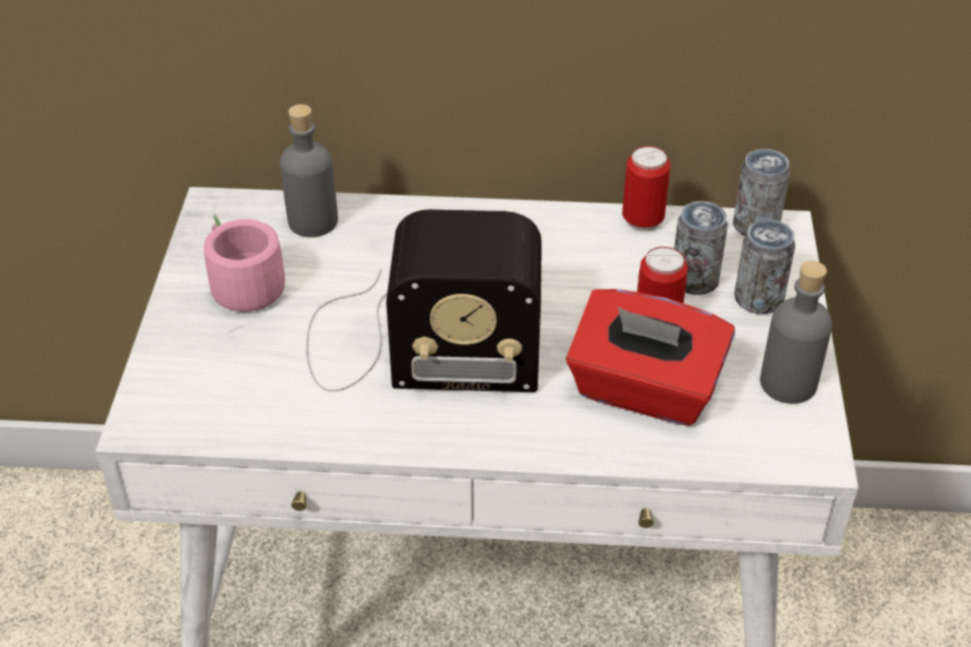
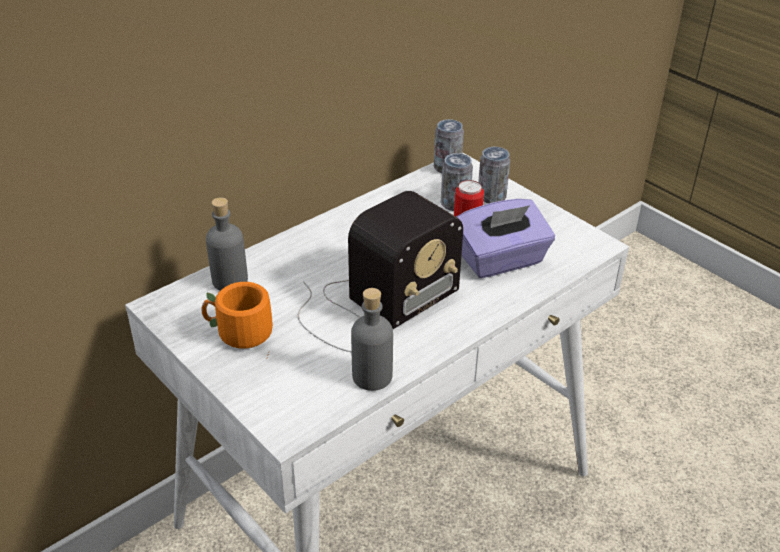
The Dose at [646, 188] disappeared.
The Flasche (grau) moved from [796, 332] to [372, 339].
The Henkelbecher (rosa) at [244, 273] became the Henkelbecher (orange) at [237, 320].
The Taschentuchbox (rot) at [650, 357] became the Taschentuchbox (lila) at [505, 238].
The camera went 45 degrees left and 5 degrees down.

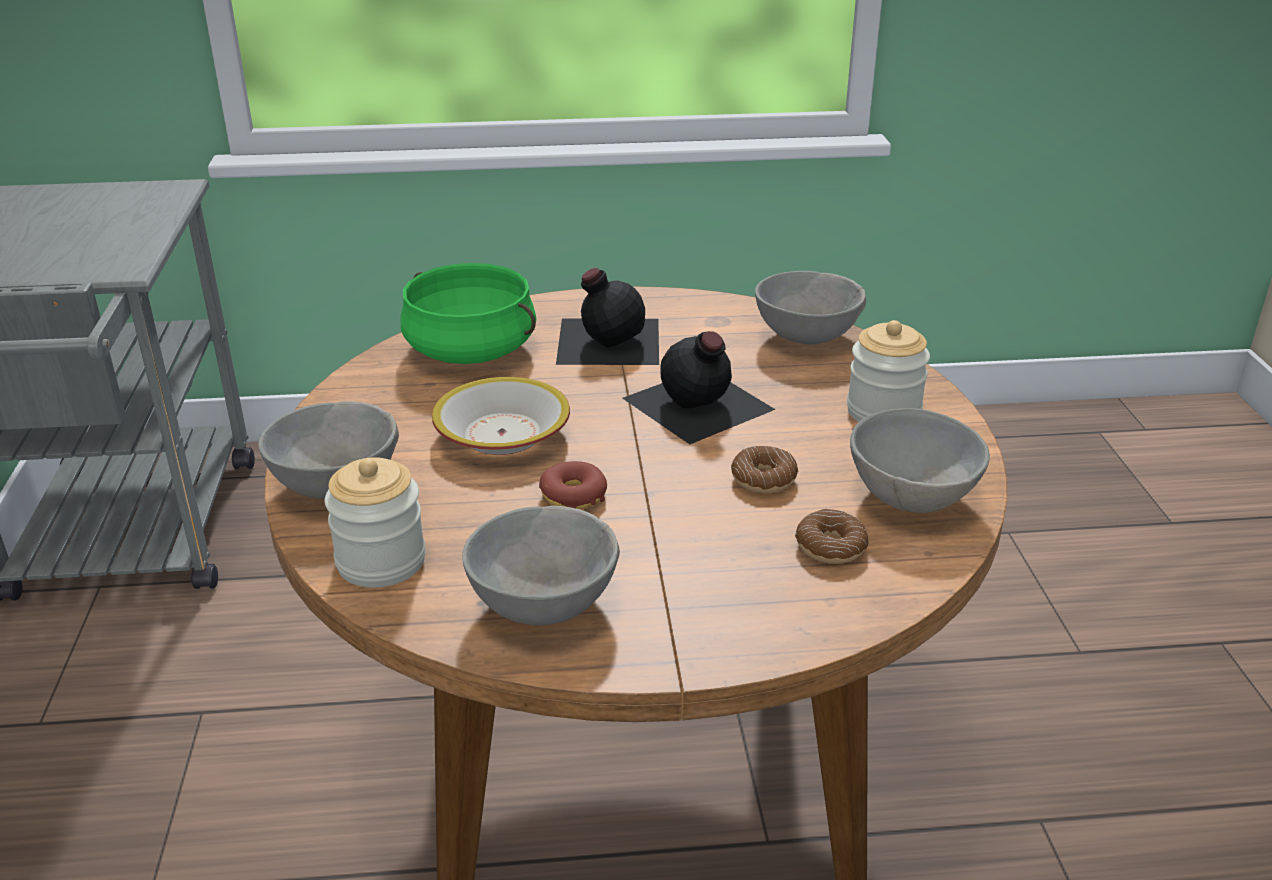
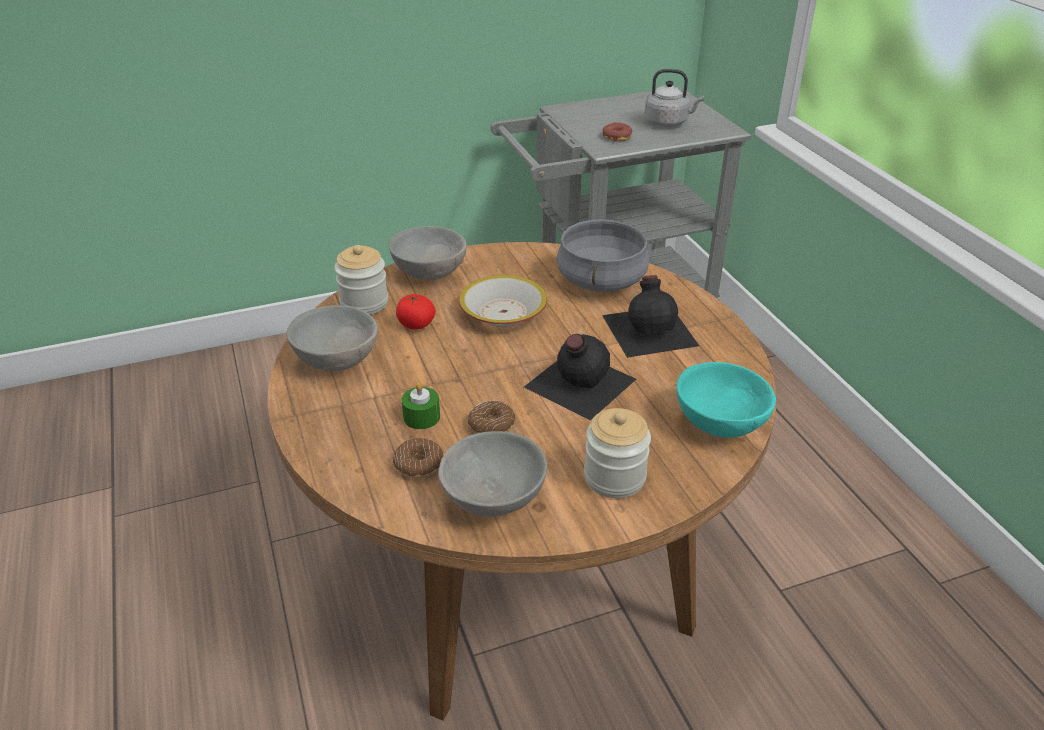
The Tomate at [415, 312] appeared.
The Kerze (grün) at [421, 405] appeared.
The Wasserkessel (grau) at [674, 98] appeared.
The Donut moved from [573, 485] to [617, 132].
The Kochtopf (grün) at [468, 313] became the Kochtopf (grau) at [602, 255].
The Schüssel (grau) at [810, 307] became the Schüssel (türkis) at [726, 400].
The camera went 75 degrees right and 5 degrees up.

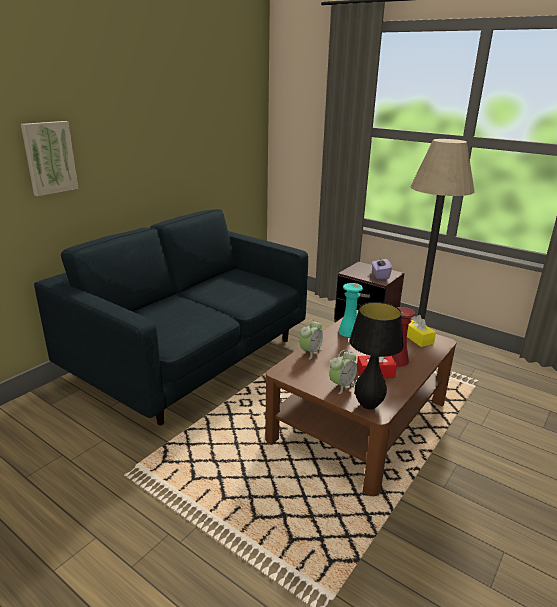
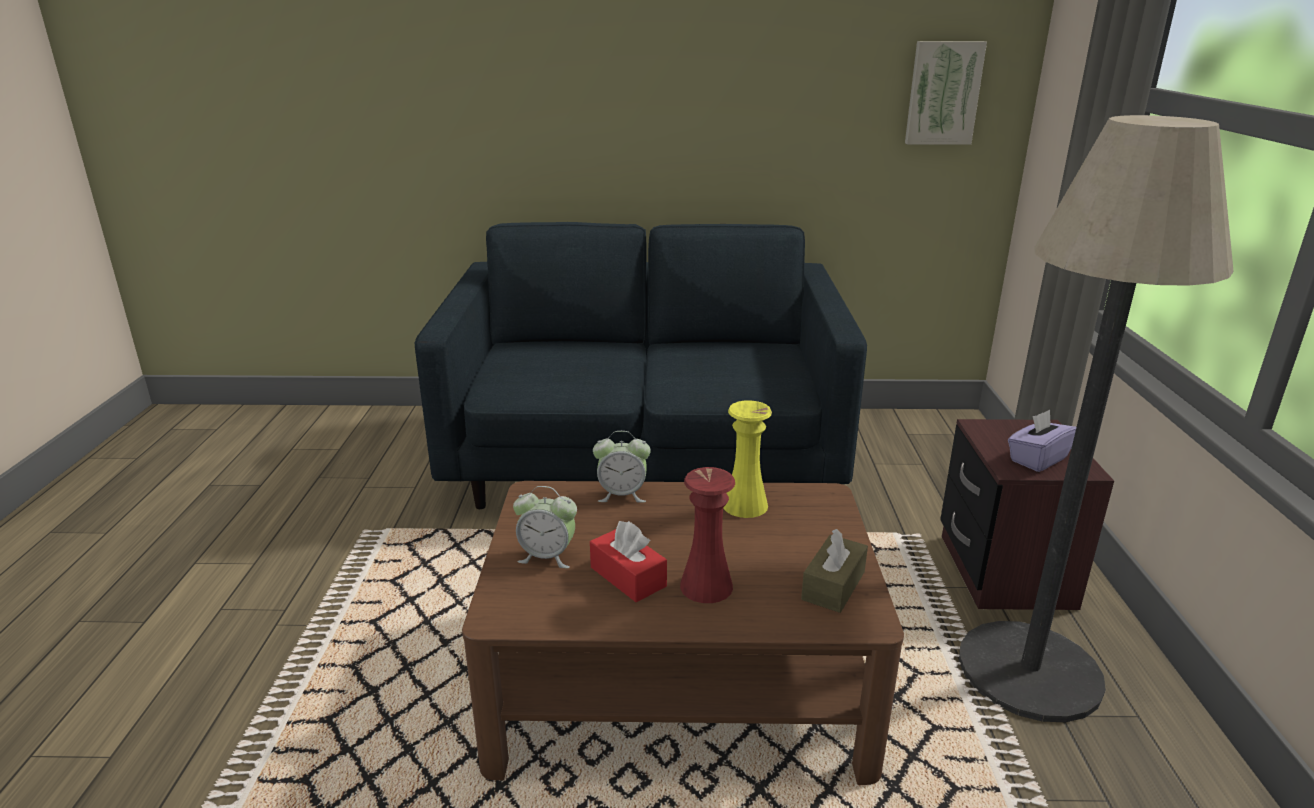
The Tischlampe (schwarz) at [376, 356] disappeared.
The Bild moved from [49, 158] to [946, 93].
The Vase (türkis) at [350, 310] became the Vase (gelb) at [747, 459].
The Taschentuchbox (gelb) at [421, 331] became the Taschentuchbox (braun) at [834, 571].
The camera went 55 degrees right and 0 degrees up.

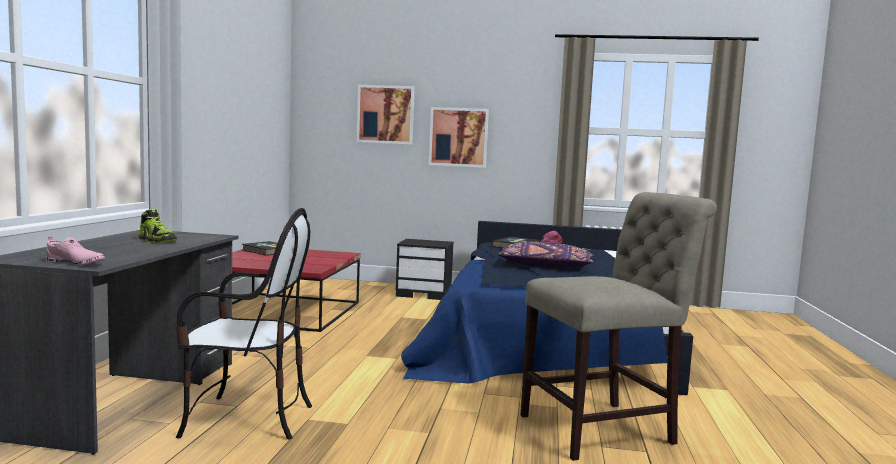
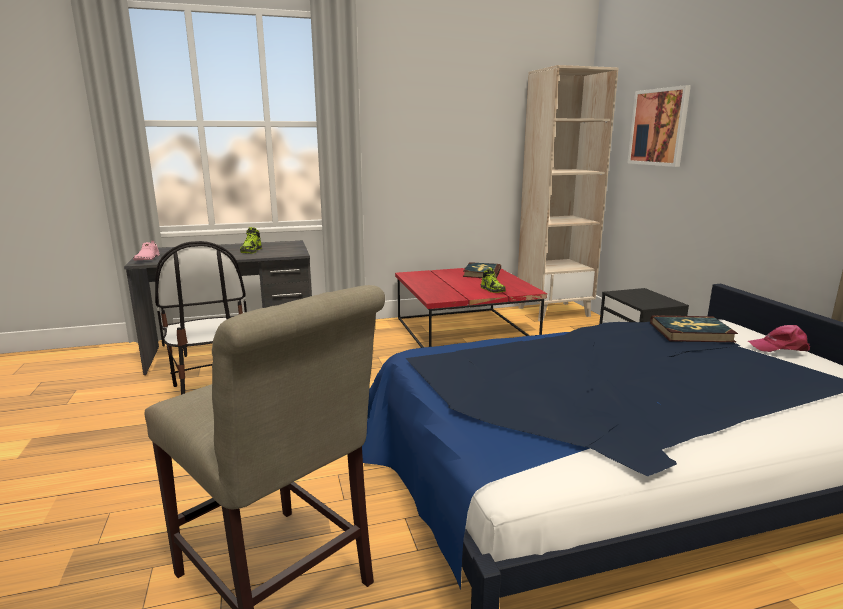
The Bild at [459, 137] disappeared.
The Kissen (lila) at [546, 254] disappeared.
The Schuh at [493, 280] appeared.
The Bücherregal (beige) at [568, 193] appeared.
The camera went 65 degrees right and 10 degrees up.

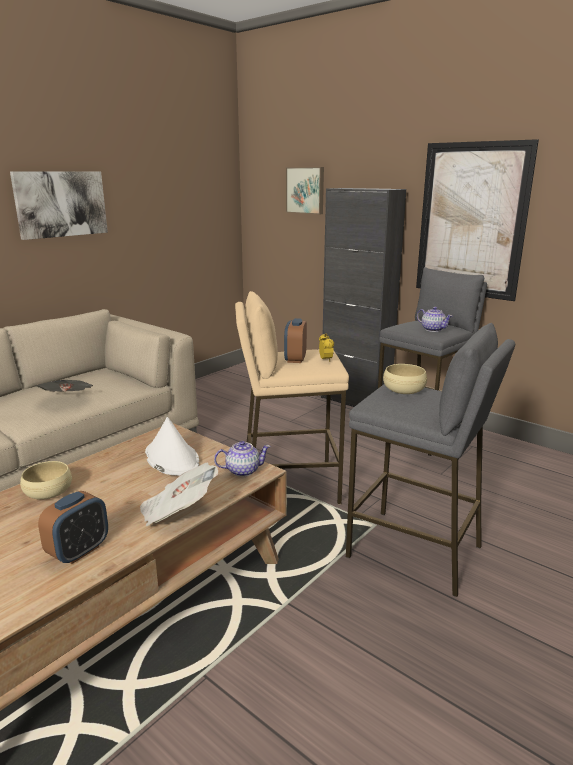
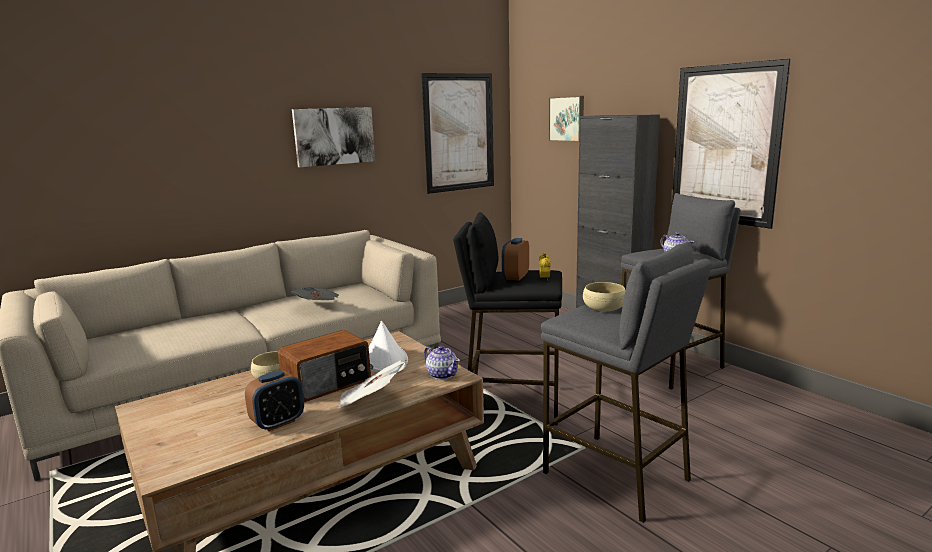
The Radio at [324, 366] appeared.
The Bild at [457, 133] appeared.
The Hocker (beige) at [292, 397] became the Hocker (schwarz) at [507, 318].
The Teekanne at [242, 459] turned 45 degrees clockwise.
The camera went 15 degrees right and 5 degrees down.

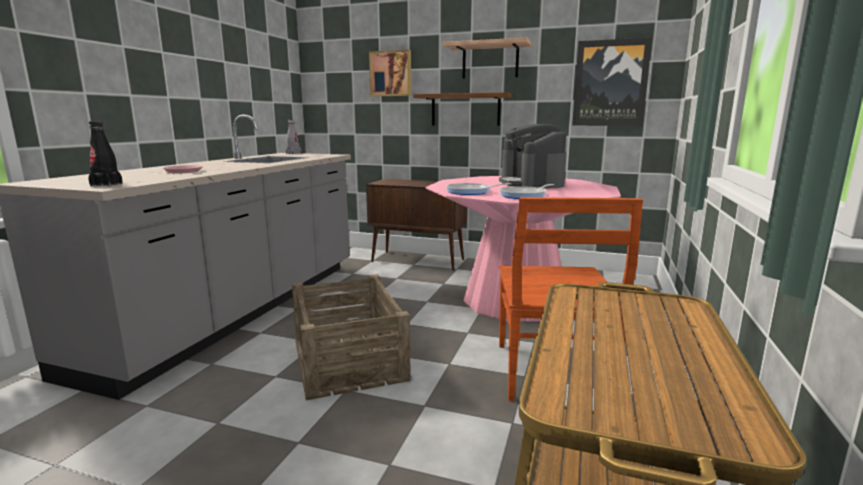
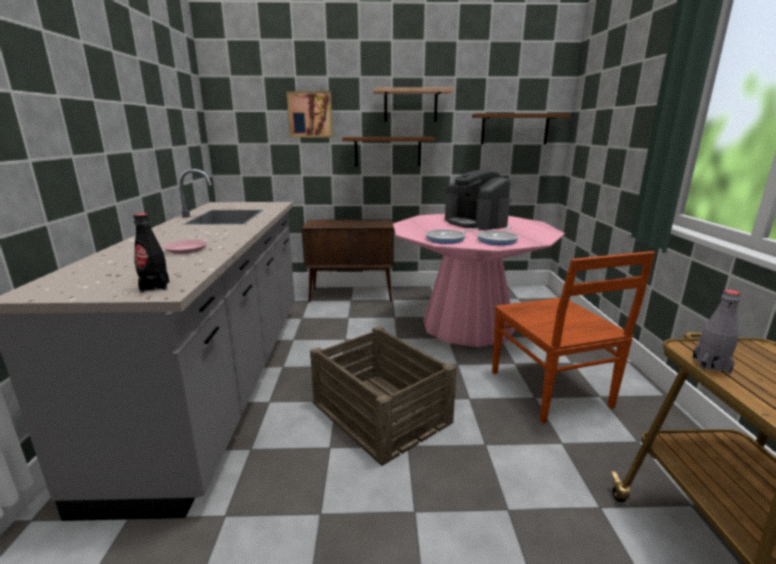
The Flasche (grau) moved from [293, 137] to [716, 332].
The Bild at [612, 82] was replaced by the Wandregal (braun) at [521, 128].
The camera went 20 degrees left and 5 degrees up.

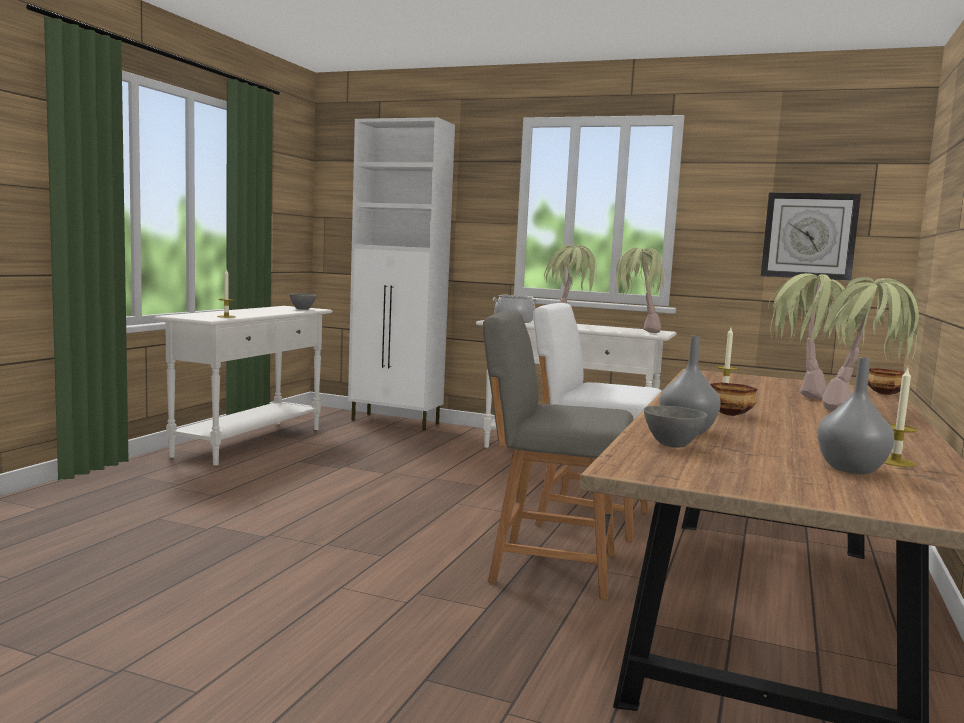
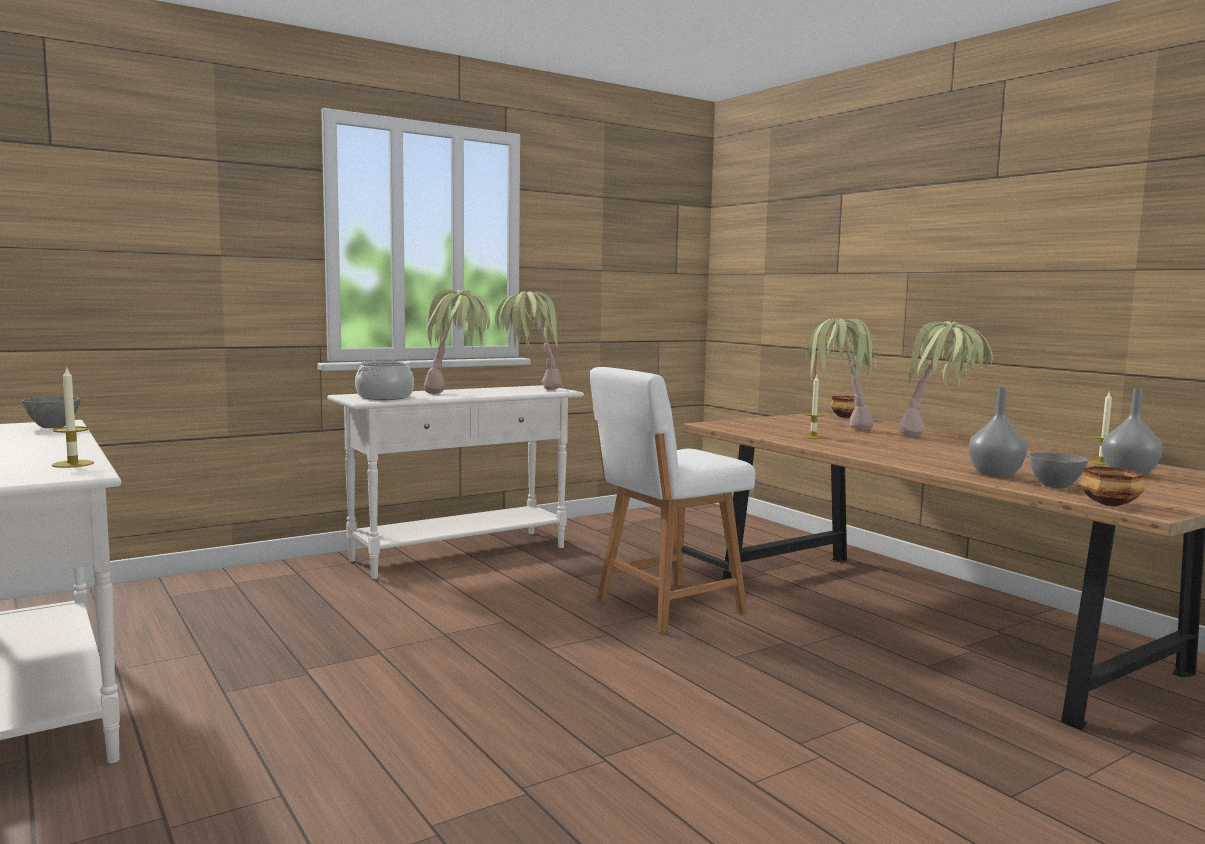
The Schrank (weiß) at [401, 273] disappeared.
The Stuhl (grau) at [558, 455] disappeared.
The Wanduhr at [811, 236] disappeared.
The Schüssel moved from [733, 399] to [1112, 486].
The camera went 55 degrees left and 0 degrees up.

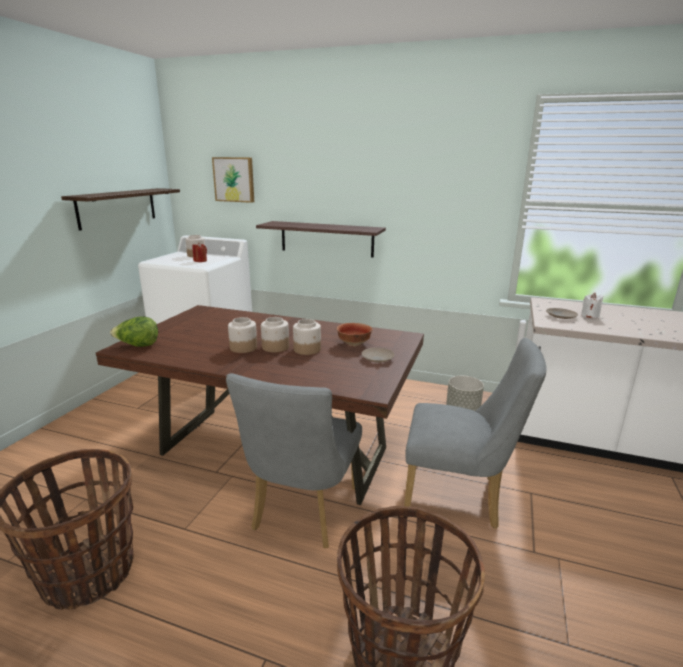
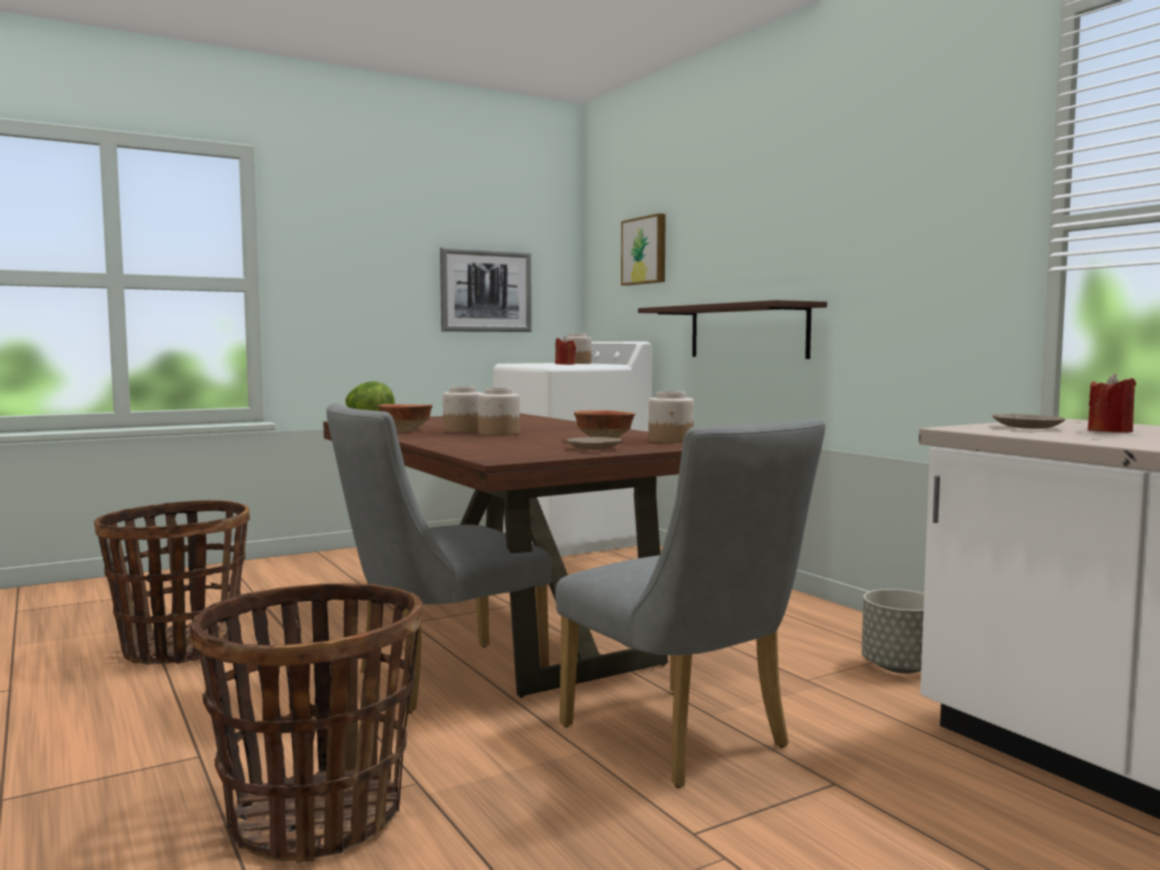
The Schüssel at [405, 418] appeared.
The Vorratsglas moved from [307, 337] to [671, 417].
The Wandregal at [120, 209] was replaced by the Bild at [486, 289].
The Kerze (weiß) at [592, 305] became the Kerze (rot) at [1112, 403].
The camera went 40 degrees right and 15 degrees down.

